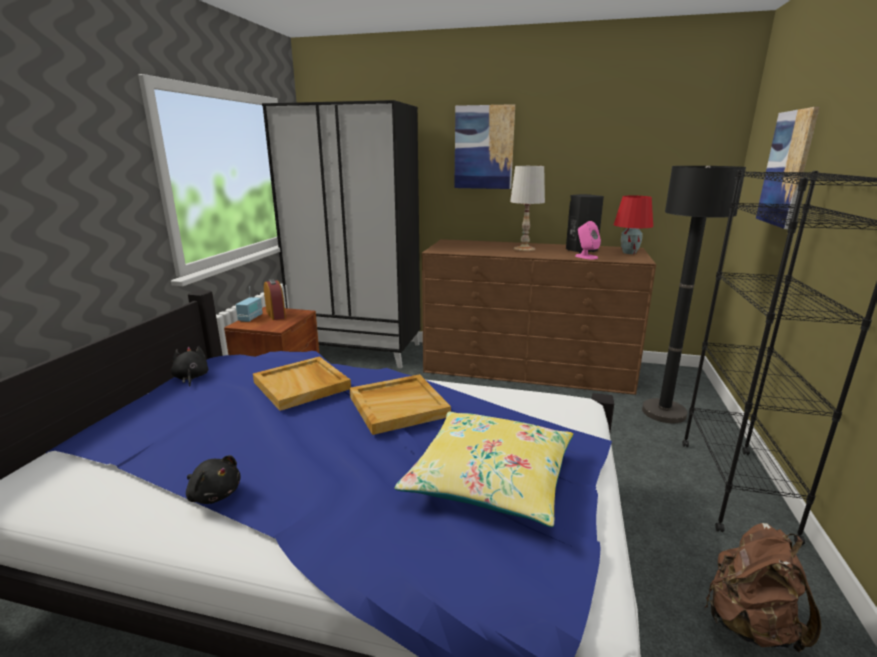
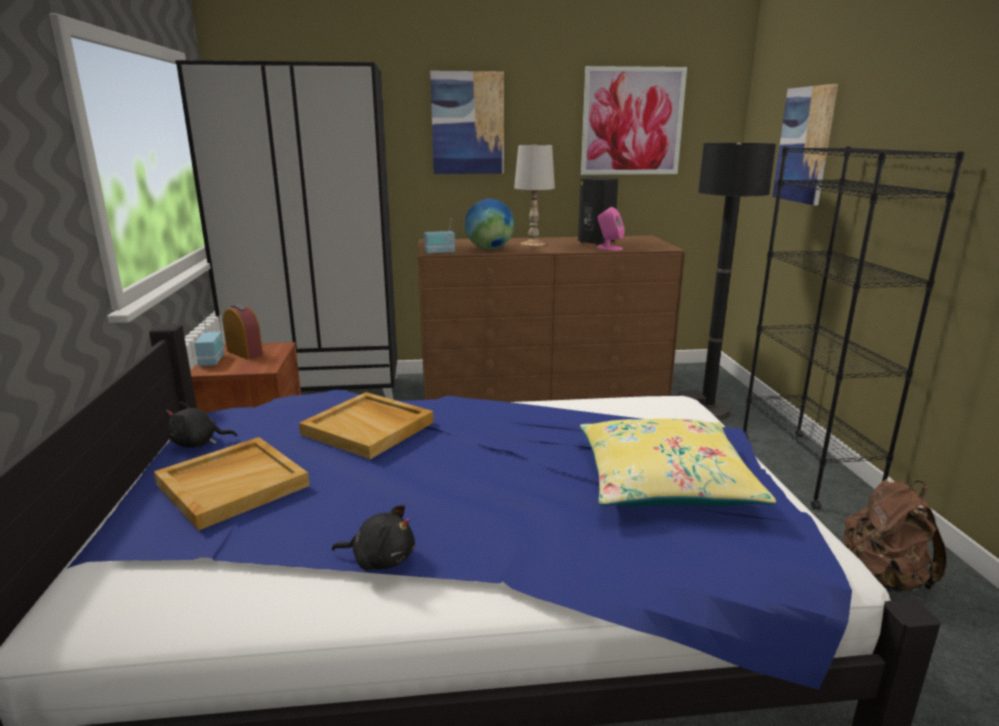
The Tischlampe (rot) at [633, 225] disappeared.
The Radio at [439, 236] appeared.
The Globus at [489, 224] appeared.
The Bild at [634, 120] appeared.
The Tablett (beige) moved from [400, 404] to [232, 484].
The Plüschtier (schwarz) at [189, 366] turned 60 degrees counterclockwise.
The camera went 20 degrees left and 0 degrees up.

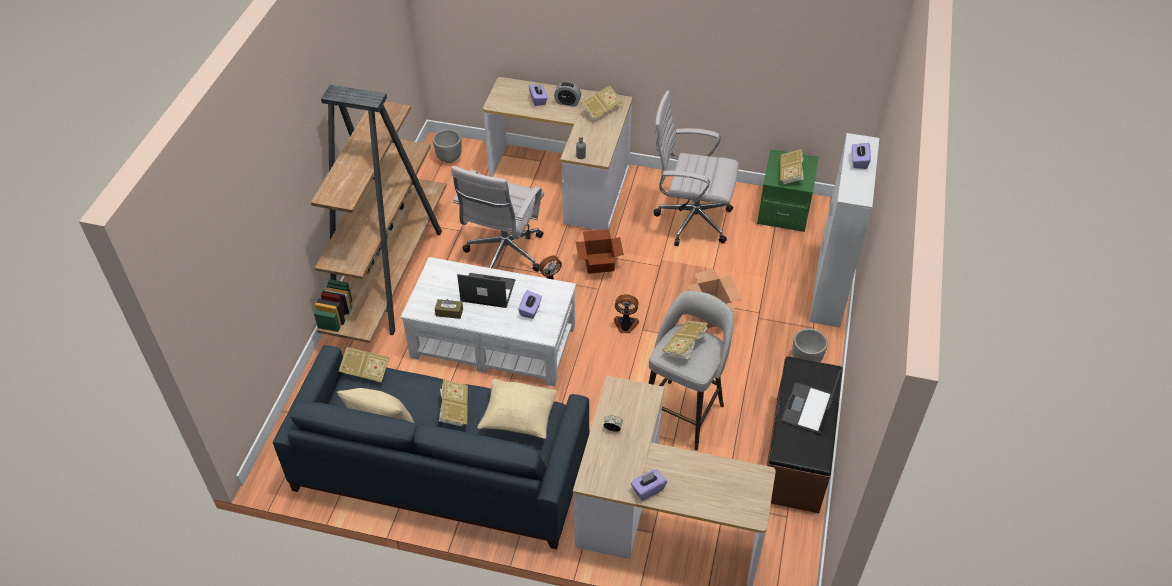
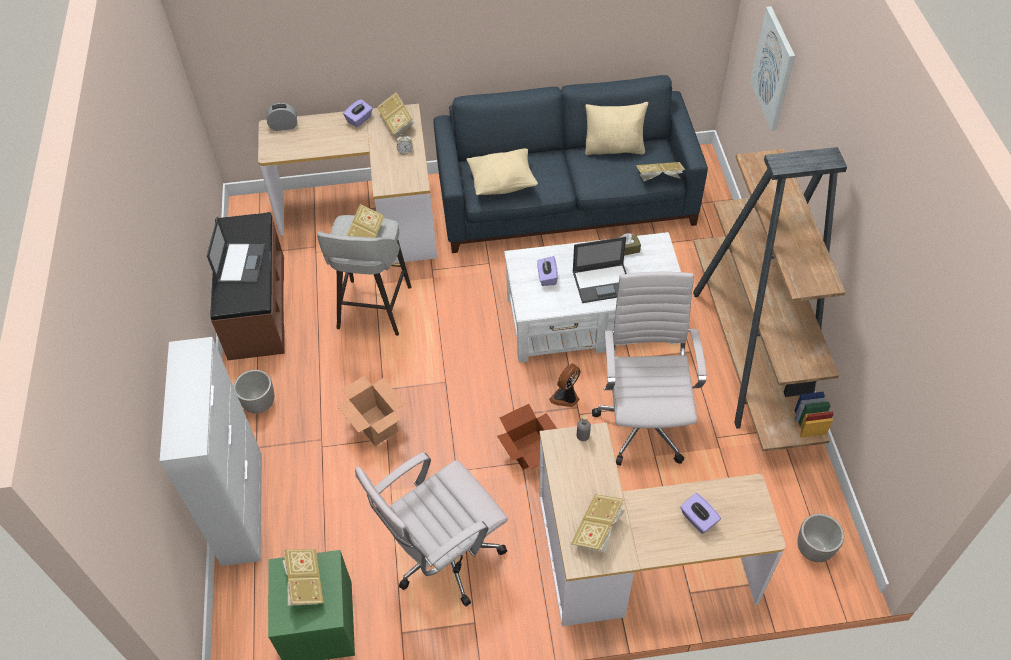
The Ventilator at [626, 313] disappeared.
The Taschentuchbox (lila) at [861, 156] disappeared.
The Bild at [772, 68] appeared.
The Buch moved from [453, 403] to [396, 114].
The Wecker moved from [567, 94] to [282, 117].
The Bürostuhl (weiß) at [696, 168] turned 150 degrees clockwise.
The camera went 160 degrees right and 5 degrees up.

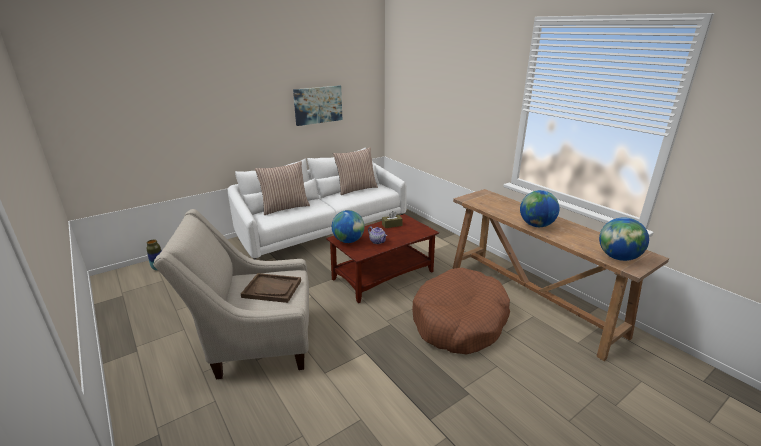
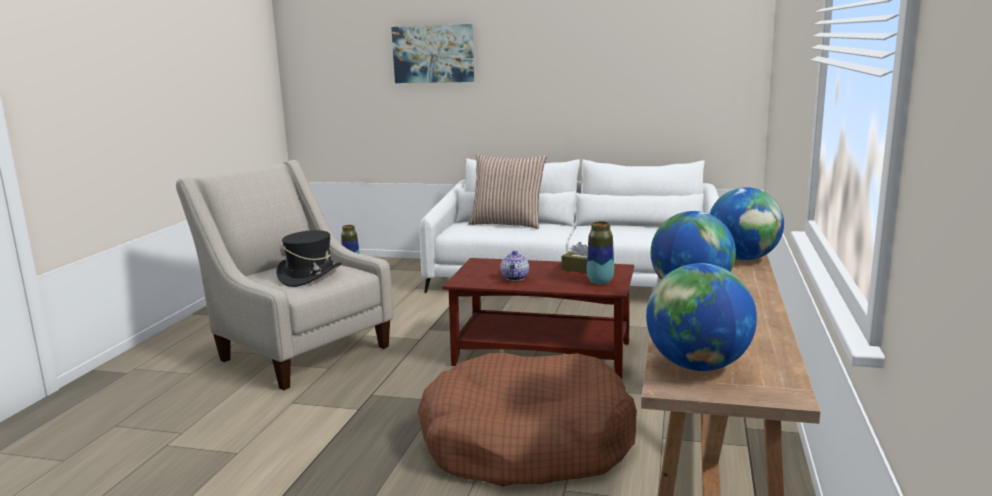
The Kissen at [355, 171] disappeared.
The Vase at [600, 253] appeared.
The Bild moved from [317, 105] to [432, 53].
The Globus moved from [348, 226] to [747, 223].
The Tablett (braun) at [271, 288] was replaced by the Hut (schwarz) at [309, 258].
The camera went 50 degrees right and 10 degrees down.

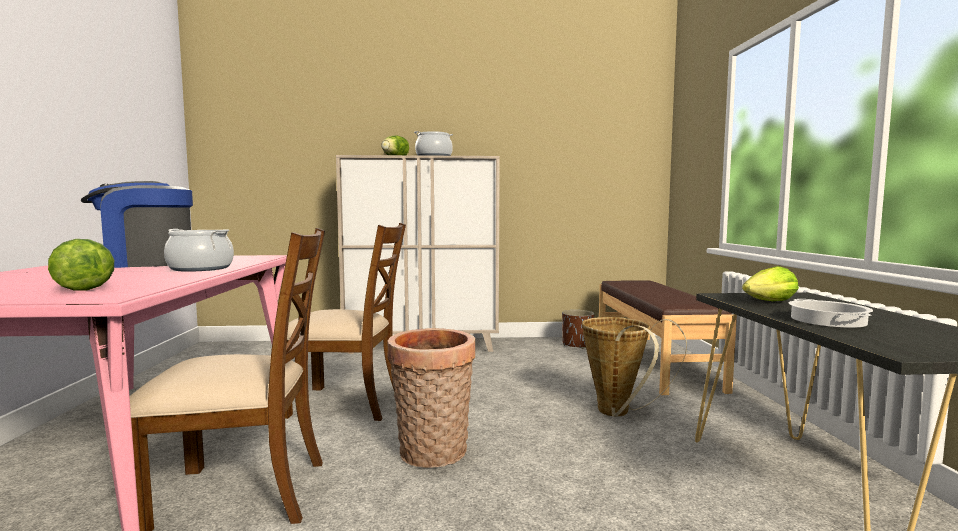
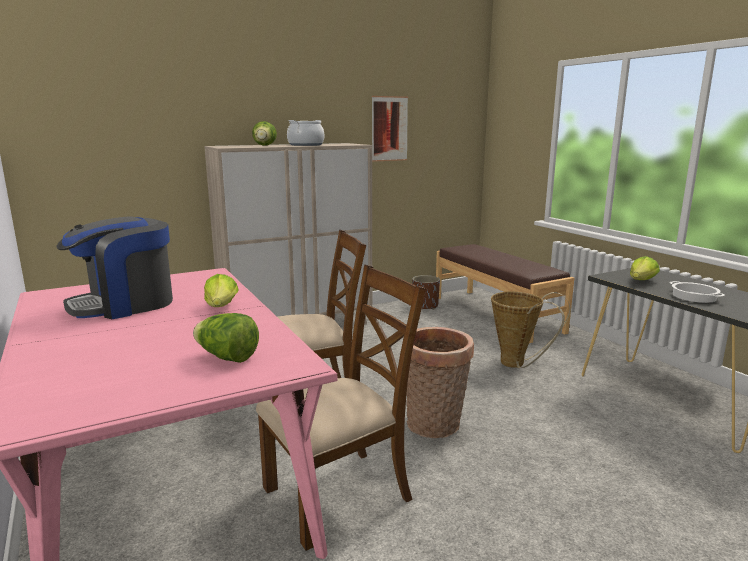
The Bild at [390, 129] appeared.
The Kochtopf at [199, 250] was replaced by the Salatkopf at [221, 290].
The camera went 25 degrees left and 10 degrees up.

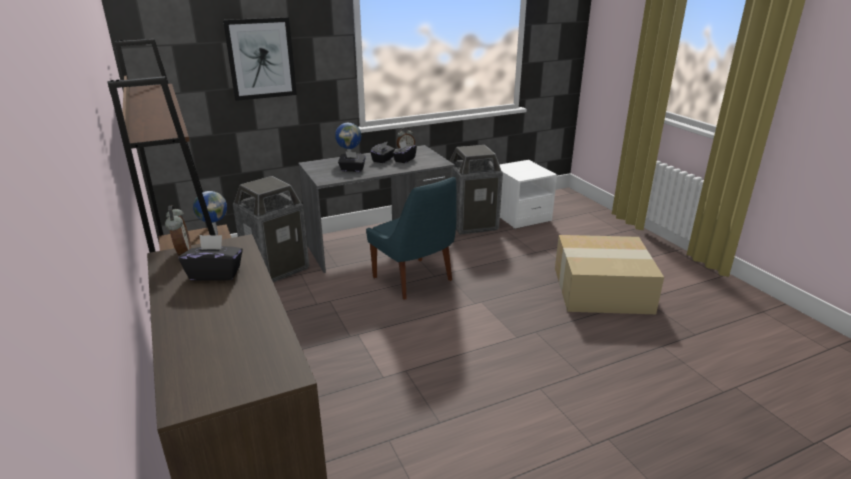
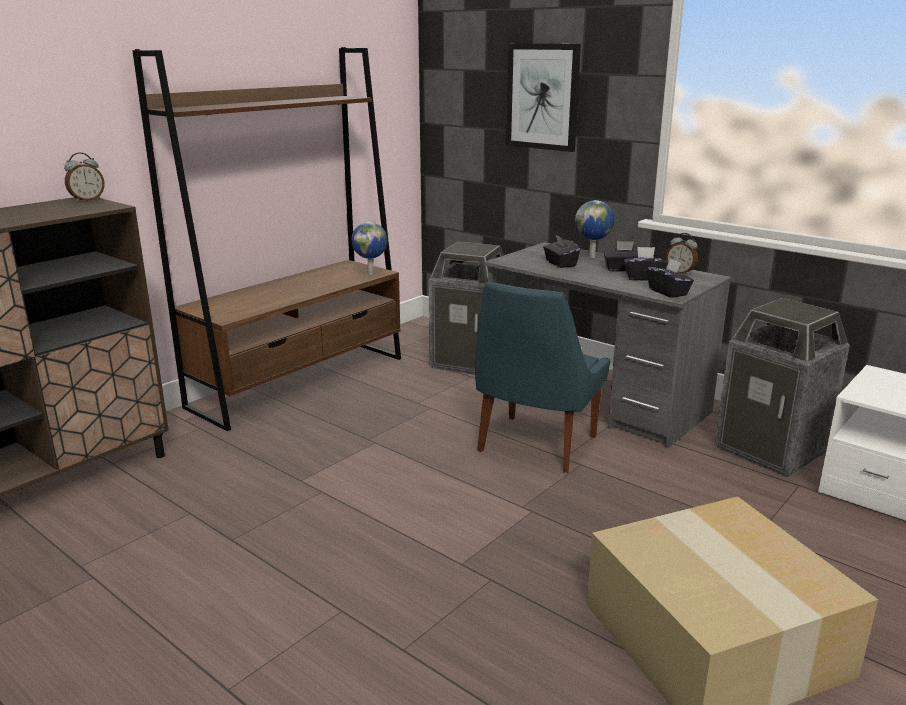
The Taschentuchbox (schwarz) moved from [211, 258] to [670, 278].
The camera went 65 degrees right and 5 degrees down.

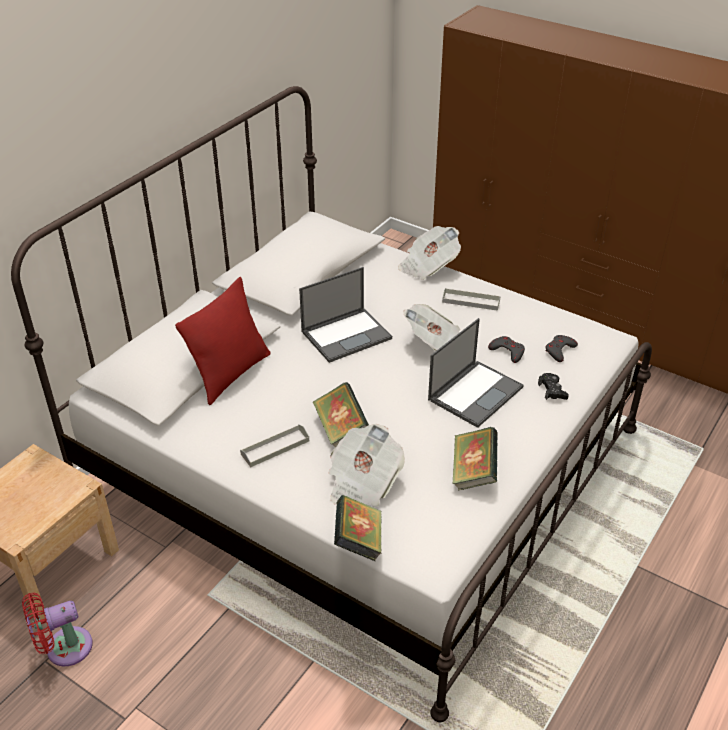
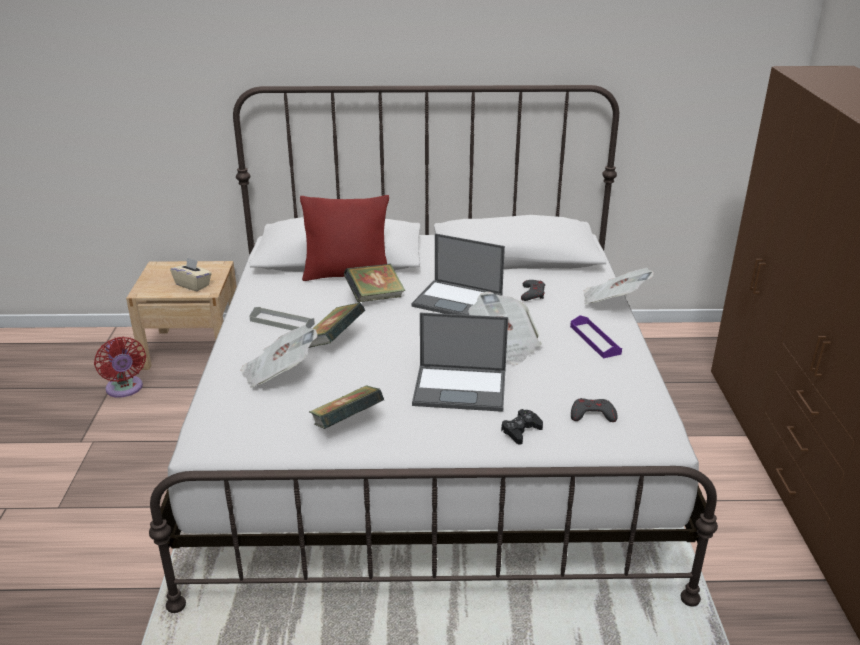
The Taschentuchbox (beige) at [191, 274] appeared.
The Buch moved from [358, 528] to [374, 283].
The Gamepad (grau) moved from [506, 349] to [533, 290].
The Tablett (grau) at [471, 299] became the Tablett (lila) at [596, 336].
The Ventilator (rot) at [57, 629] turned 150 degrees counterclockwise.
The camera went 55 degrees right and 10 degrees down.

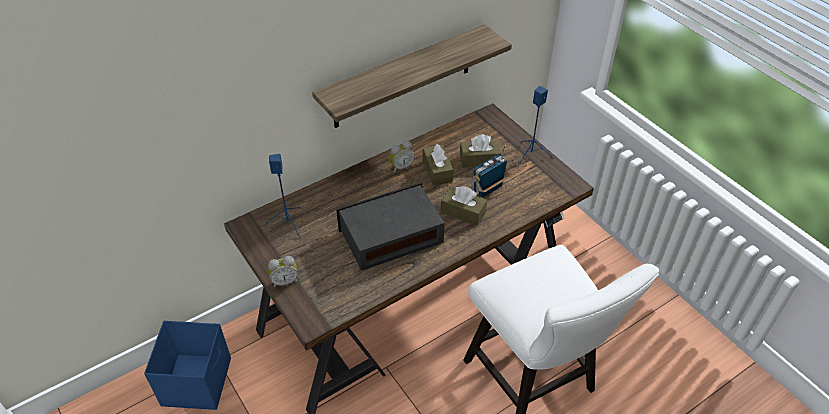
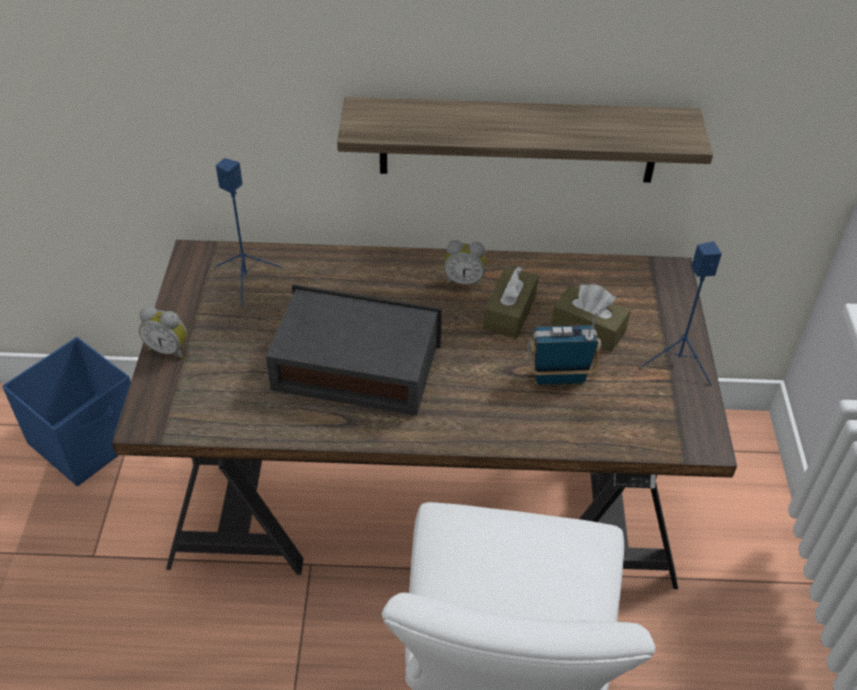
The Taschentuchbox (braun) at [464, 206] disappeared.
The camera went 35 degrees right and 0 degrees up.

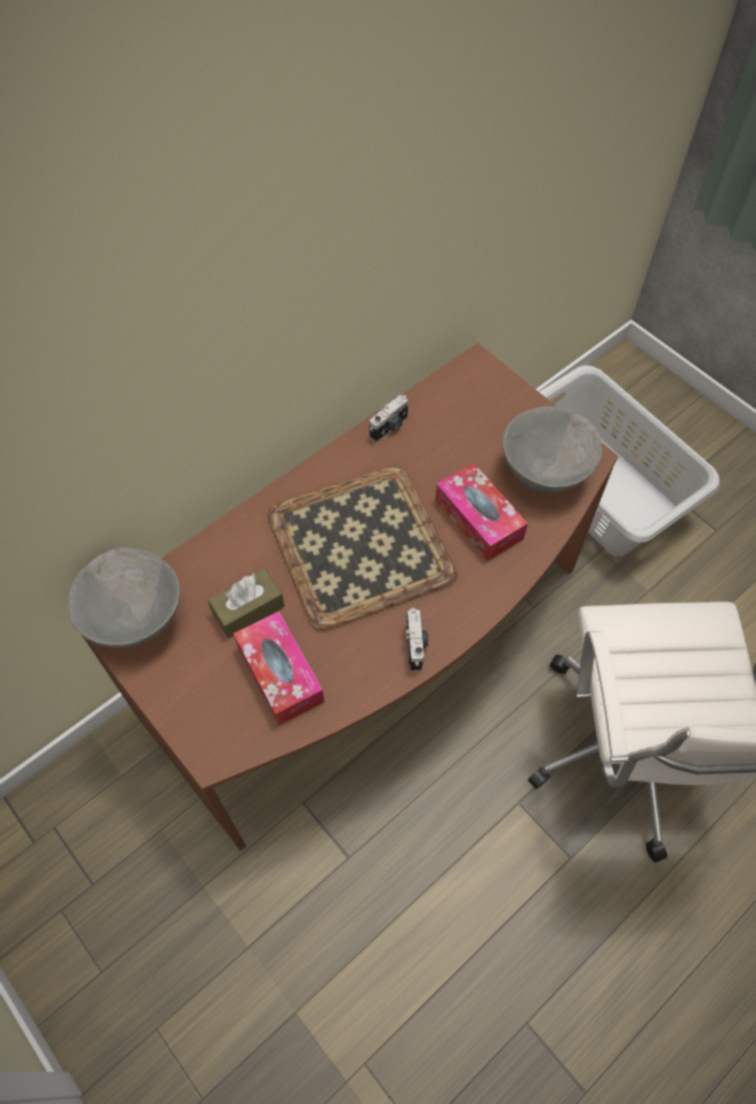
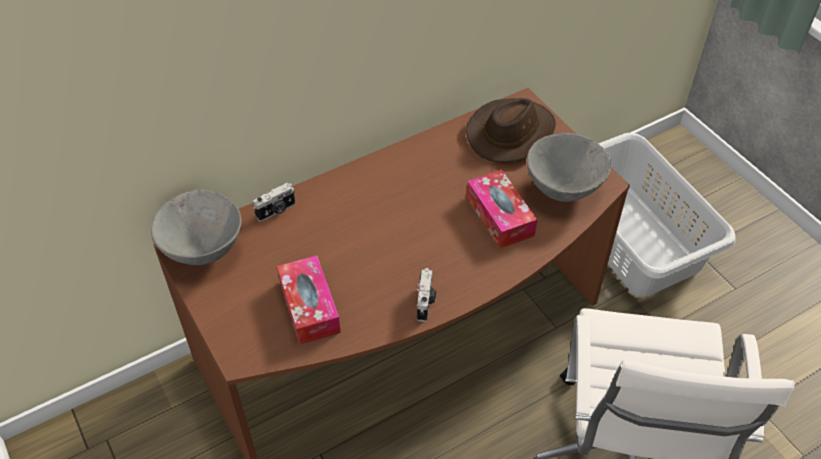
The Taschentuchbox (braun) at [246, 603] disappeared.
The Tablett at [362, 547] disappeared.
The Hut (braun) at [511, 130] appeared.
The Kamera moved from [389, 418] to [274, 202].
The camera went 10 degrees right and 10 degrees down.

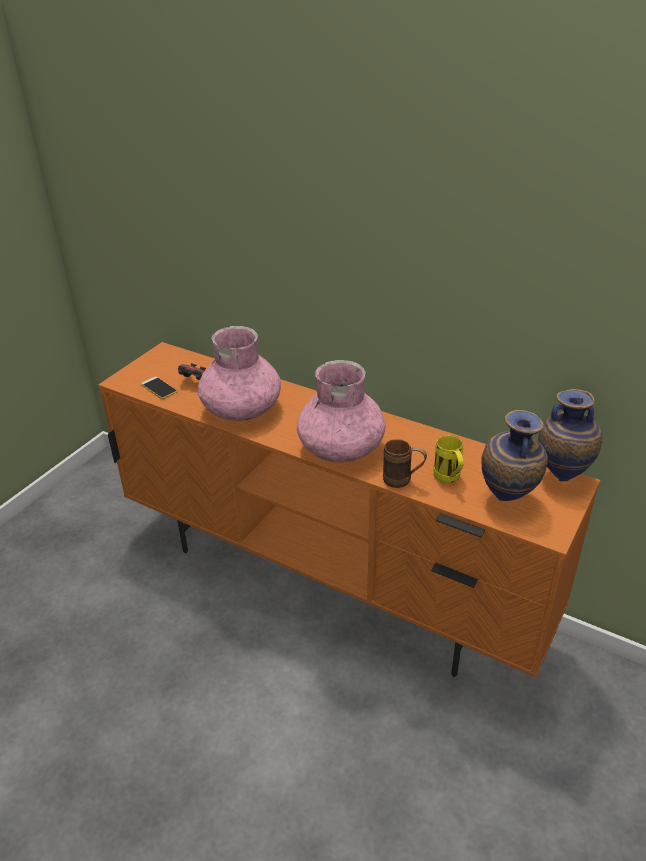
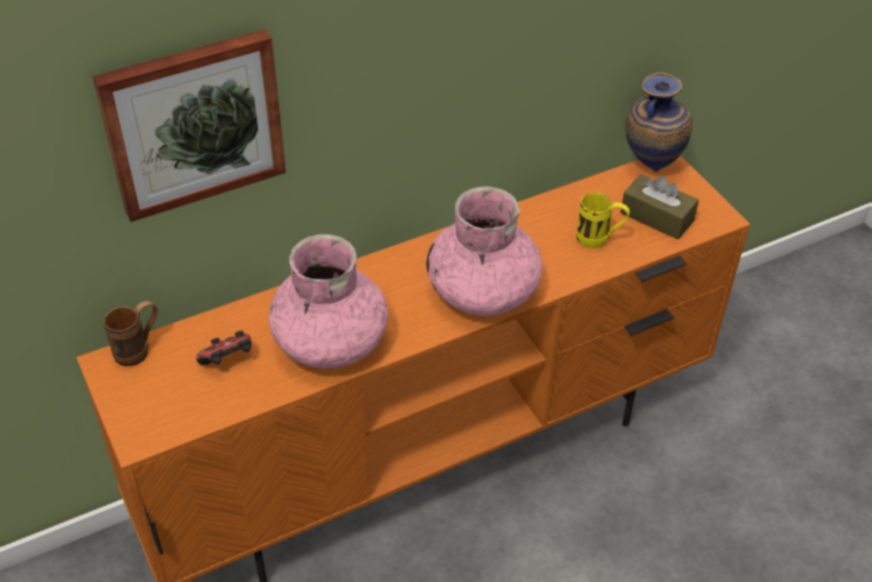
The Handy at [159, 387] disappeared.
The Bild at [189, 125] appeared.
The Henkelbecher (braun) moved from [405, 463] to [130, 333].
The Vase at [514, 455] was replaced by the Taschentuchbox (braun) at [659, 206].
The camera went 60 degrees left and 10 degrees up.

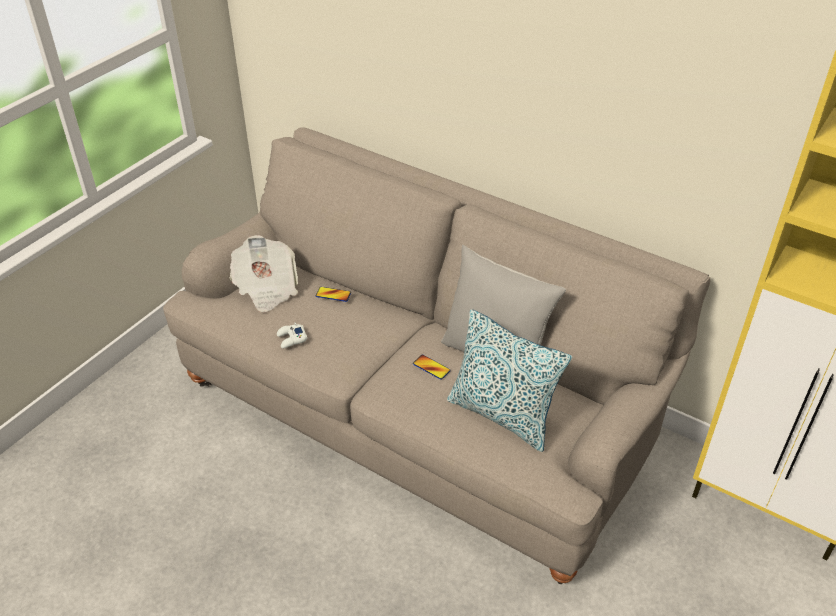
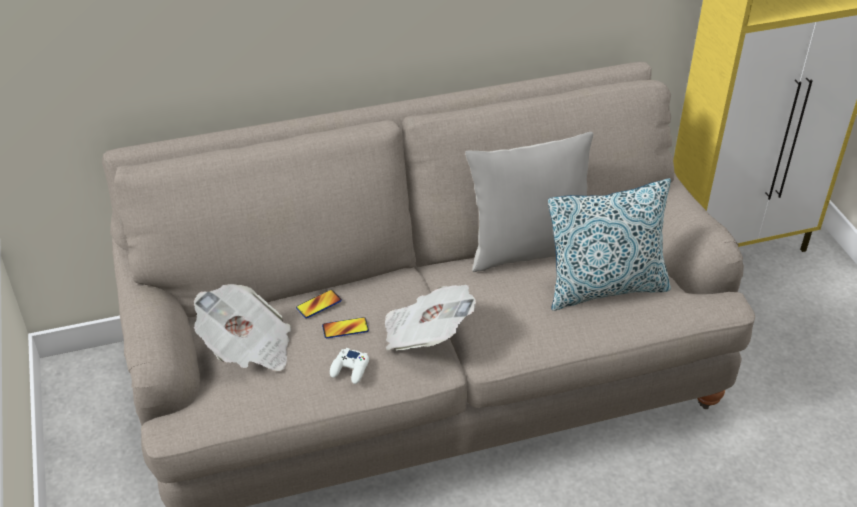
The Zeitung at [430, 318] appeared.
The Handy moved from [432, 367] to [345, 327].
The camera went 50 degrees left and 0 degrees up.

